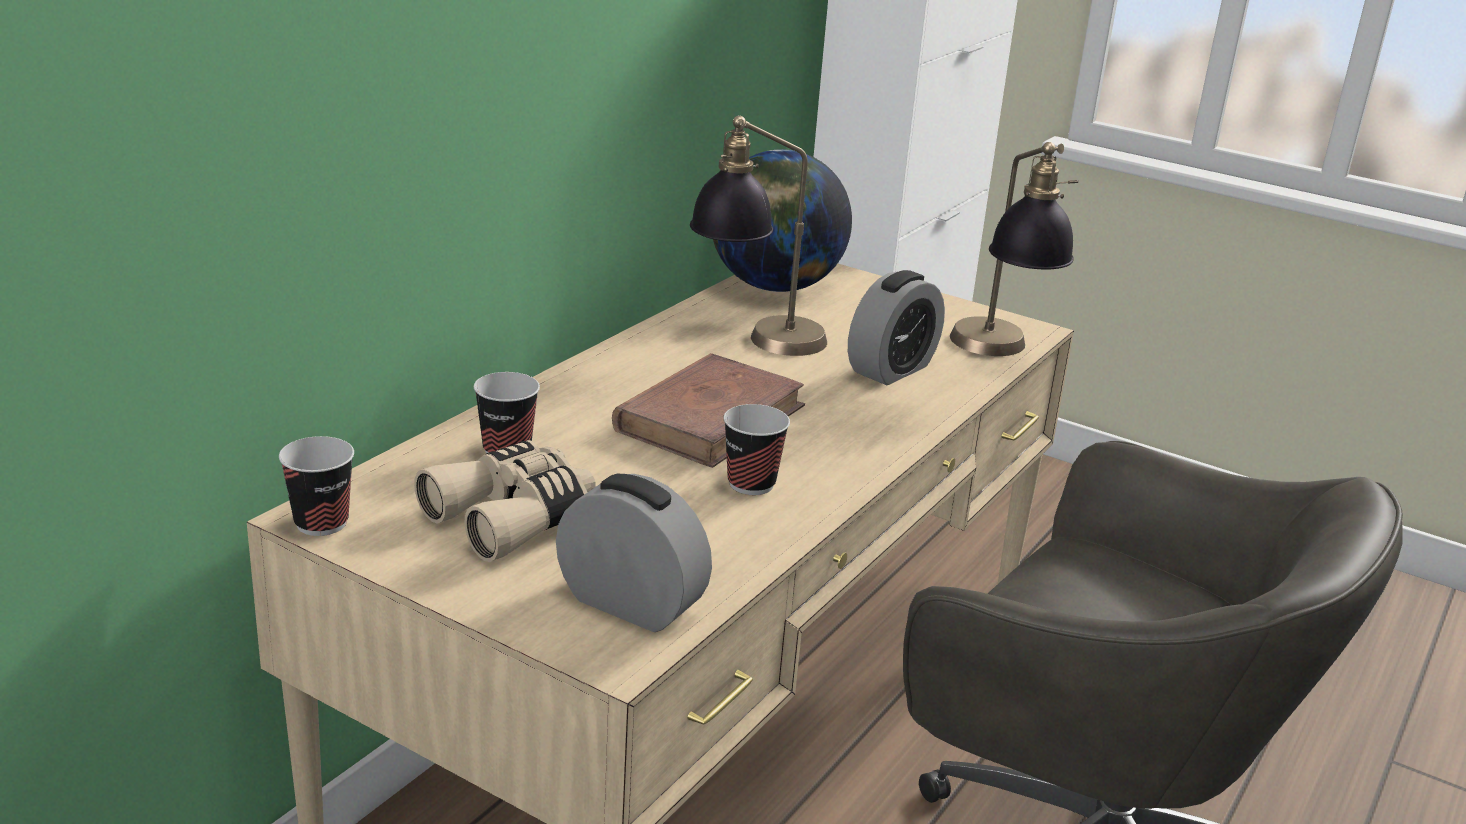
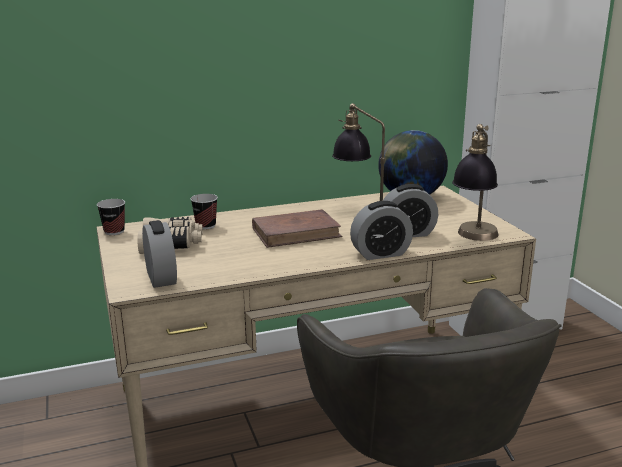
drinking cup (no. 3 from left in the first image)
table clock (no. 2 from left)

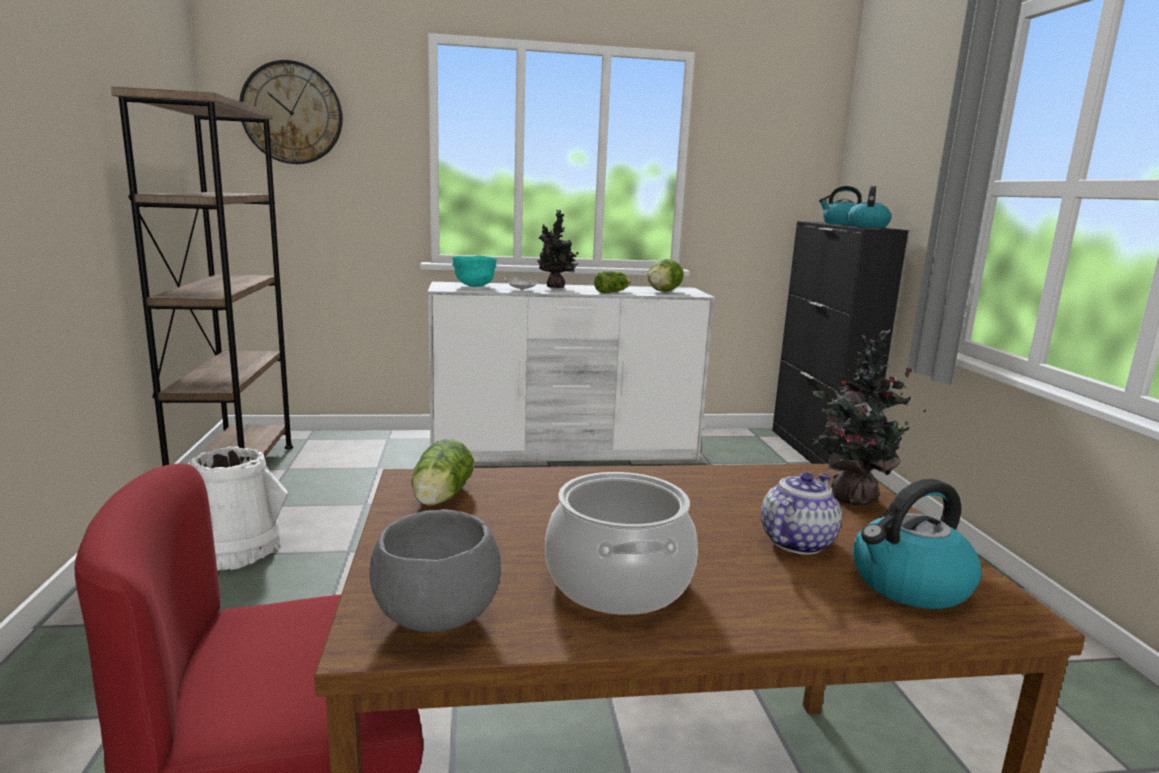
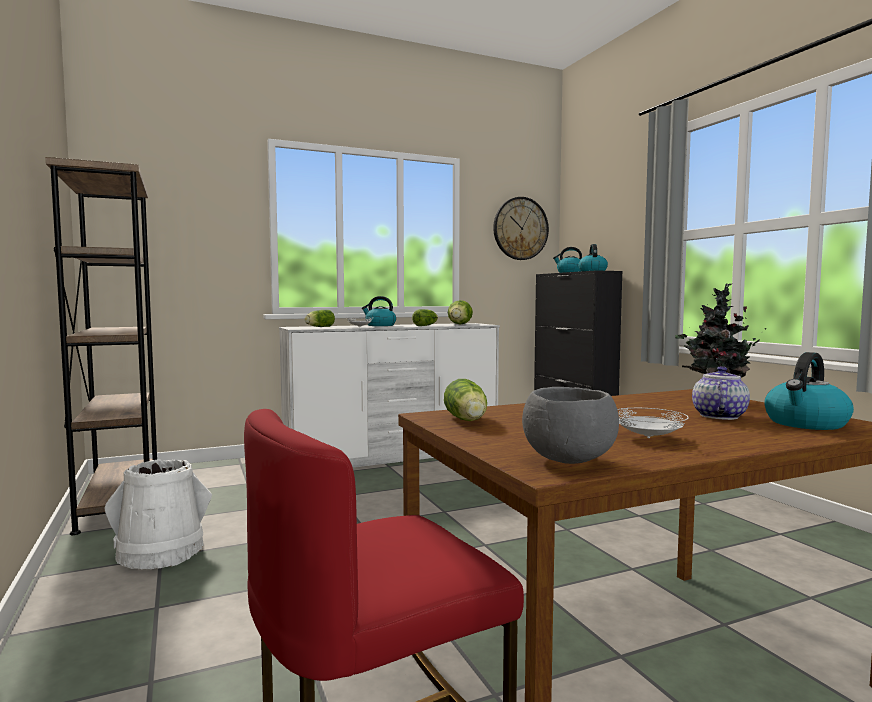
wall clock
lettuce head (no. 1 from left)
tea kettle (no. 1 from left)
white plate (no. 2 from left)

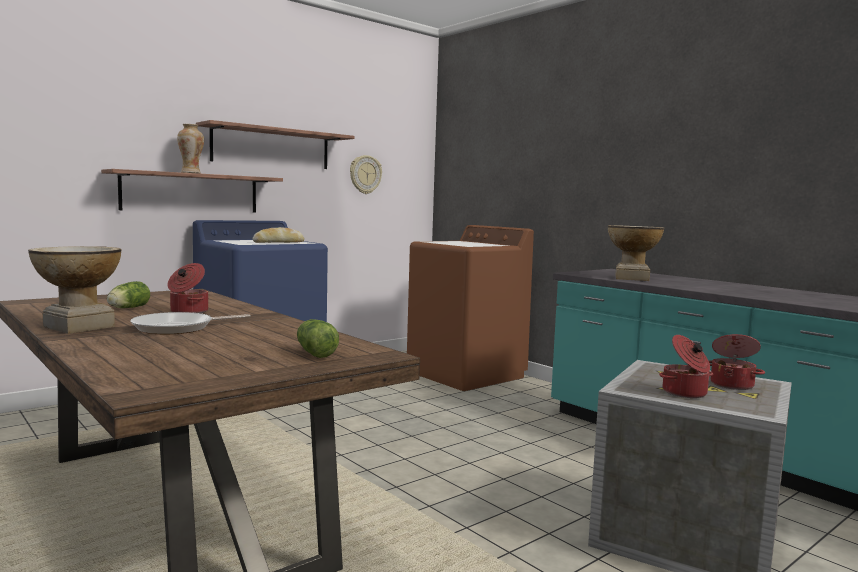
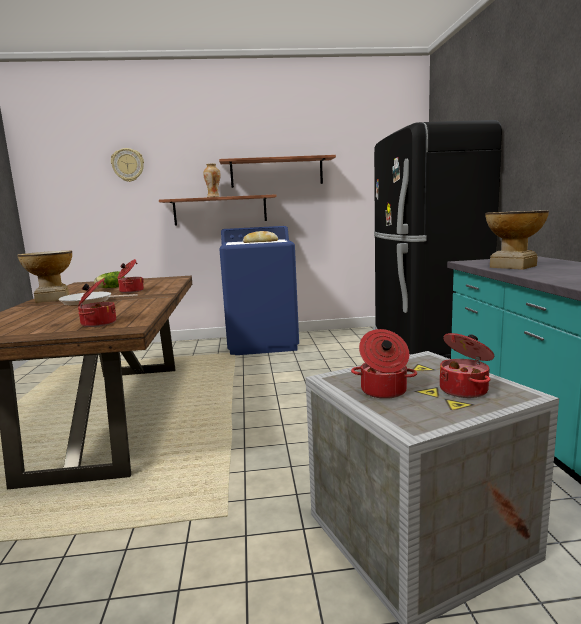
saucepot (no. 1 from left)
wall clock
black-coloured fridge

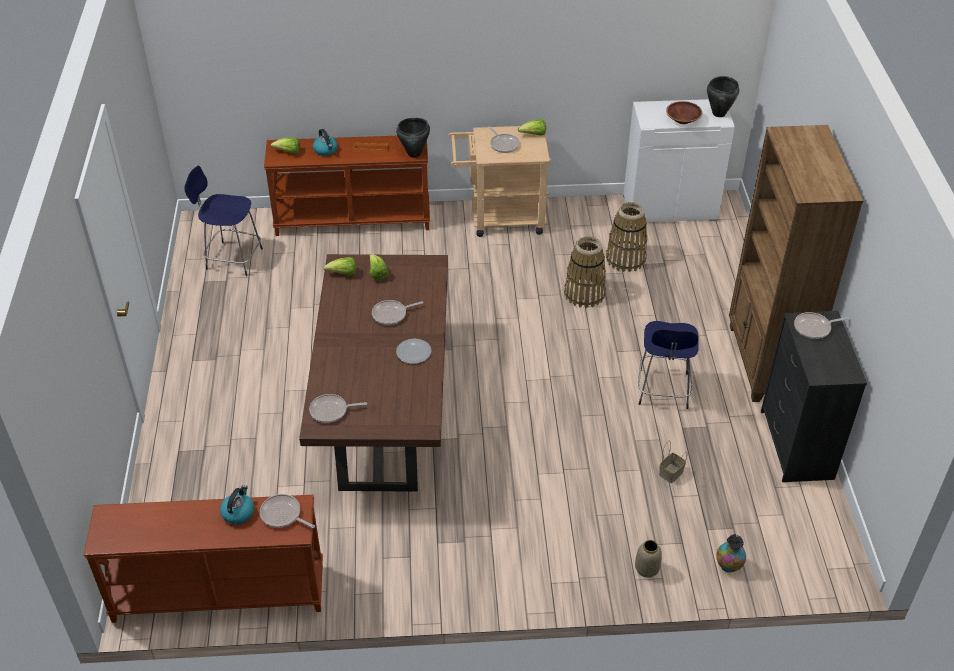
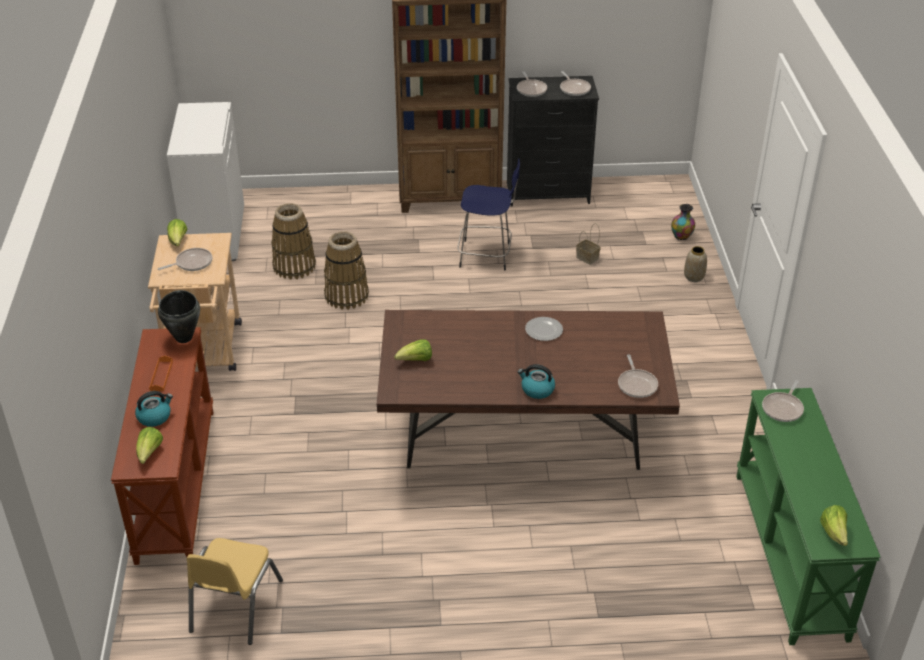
green console table
yellow plain chair
tea kettle (no. 2 from left)
lettuce head (no. 4 from left)
frying pan (no. 3 from left)
brownish serving bowl
black-coloured saucepot (no. 2 from left in the first image)

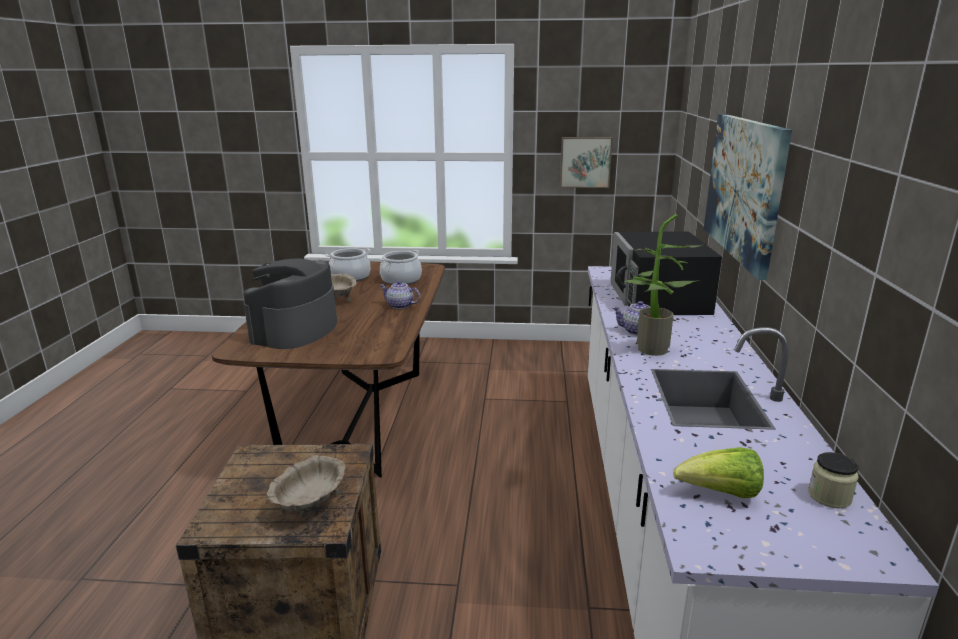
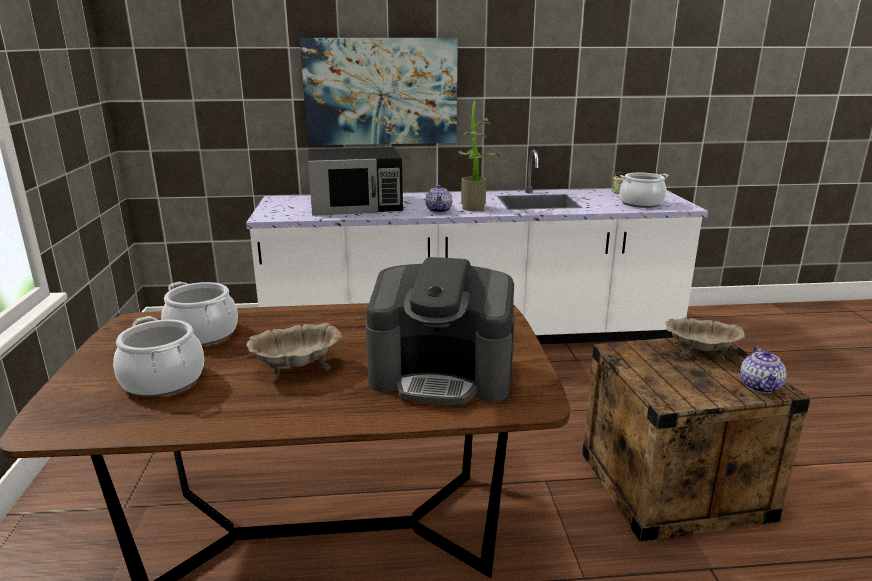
tea pot (no. 2 from left)
wall picture (no. 1 from left in the first image)
saucepot (no. 3 from left)

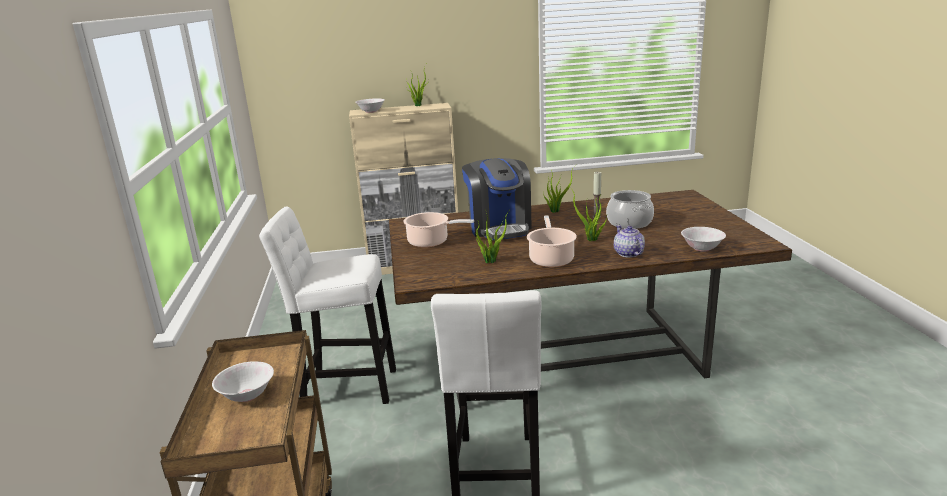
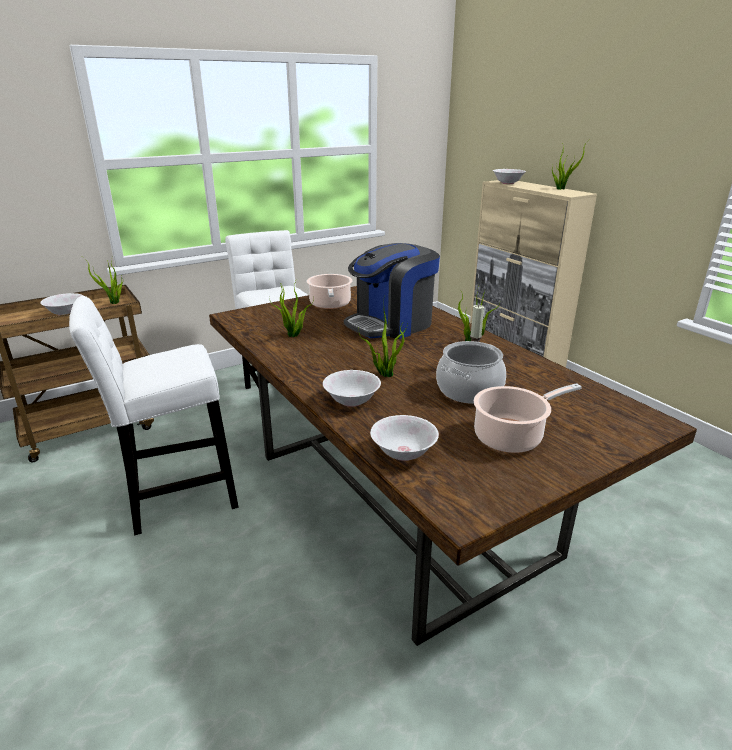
saucepot (no. 3 from left)
white serving bowl (no. 2 from left)
potted plant (no. 1 from left)

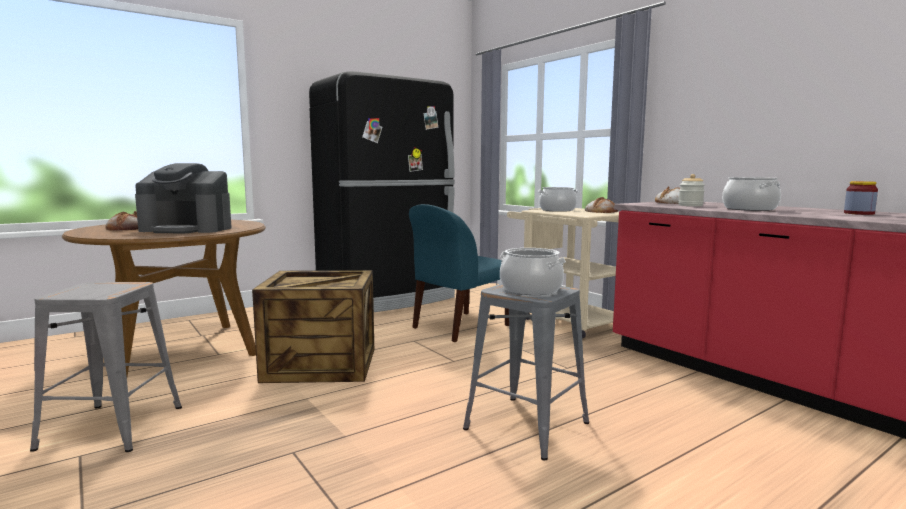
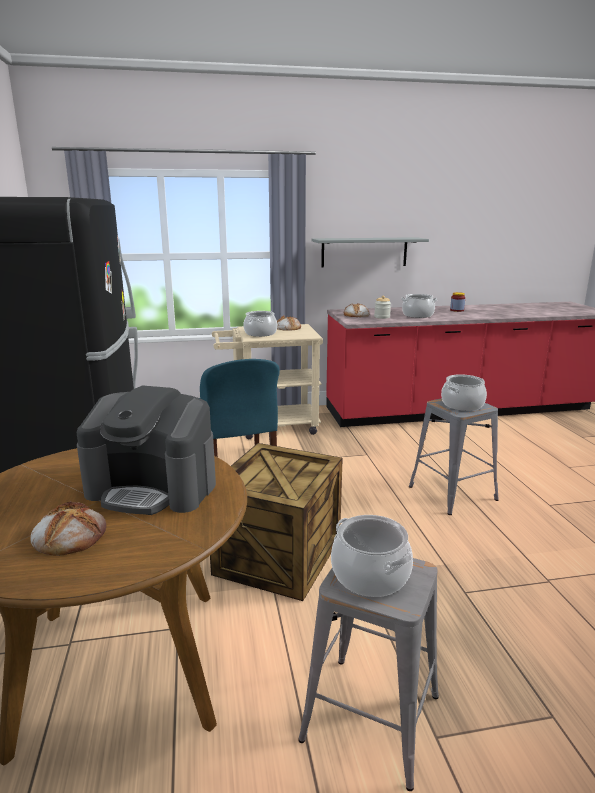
coffee machine
grey shelf
saucepot (no. 2 from left)

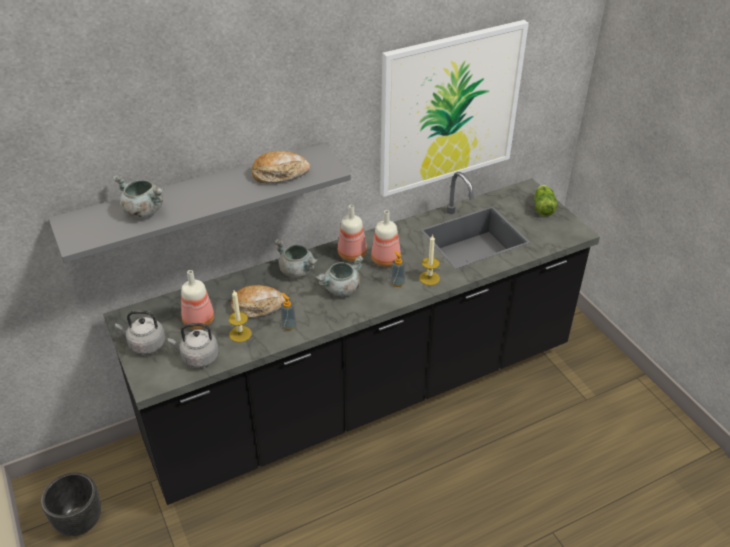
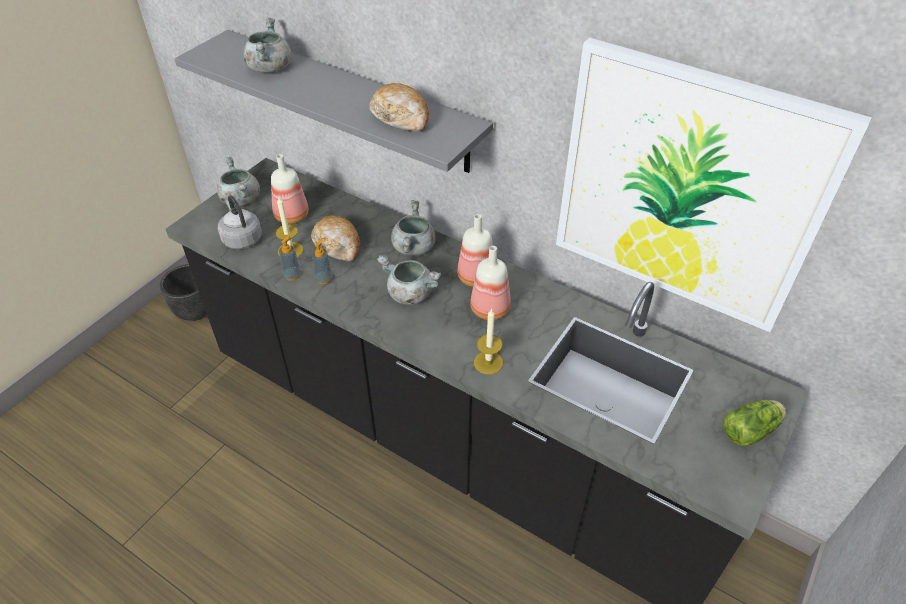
grey saucepot (no. 1 from left)
soap bottle (no. 1 from left)

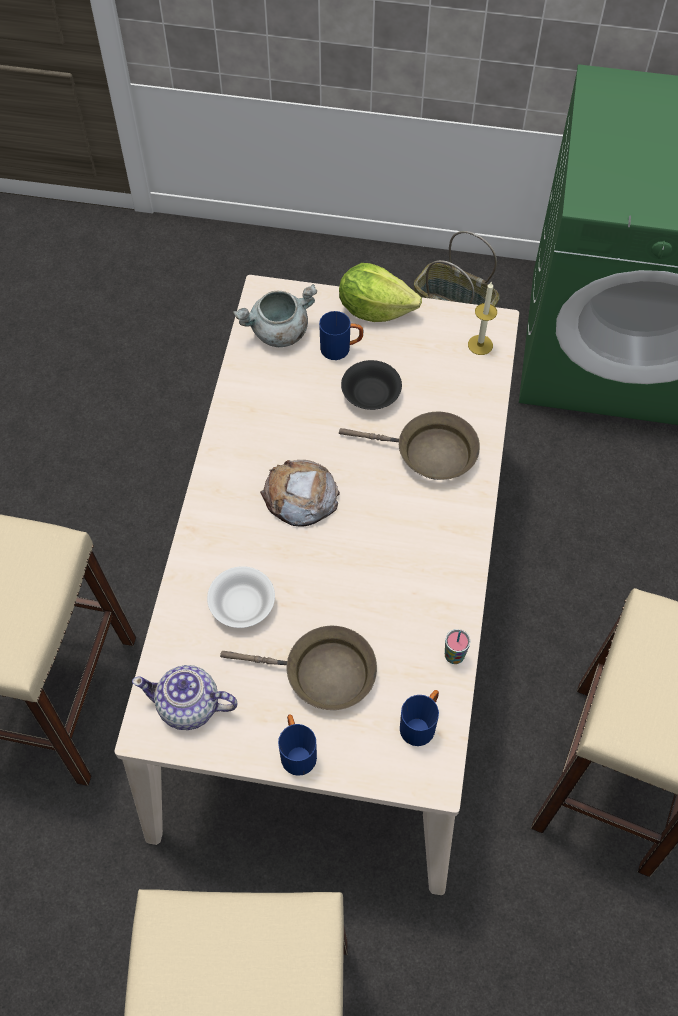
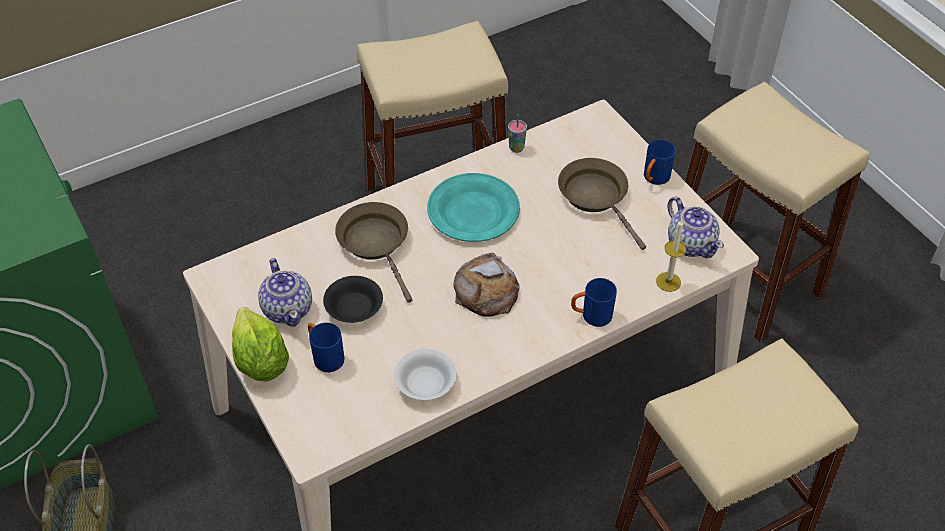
white serving bowl
grey saucepot
blue-coloured coffee mug (no. 2 from left)
wax candle
tea pot (no. 1 from left)
blue-green plate

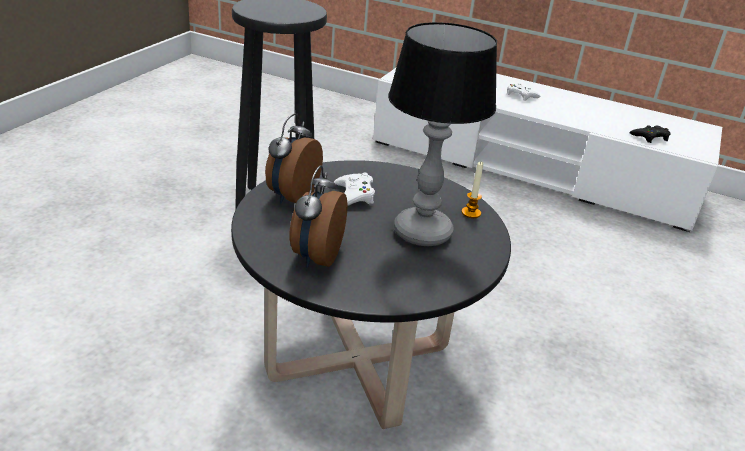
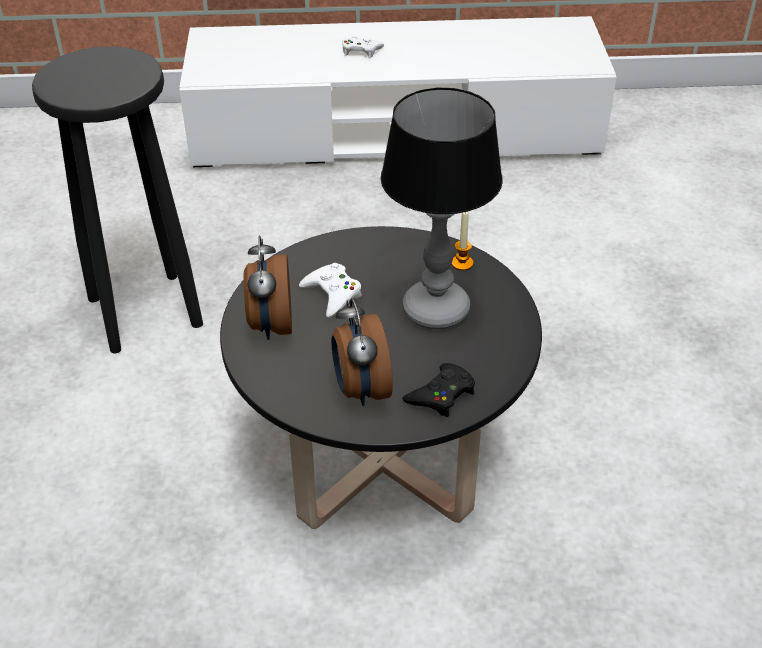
black-coloured joypad

